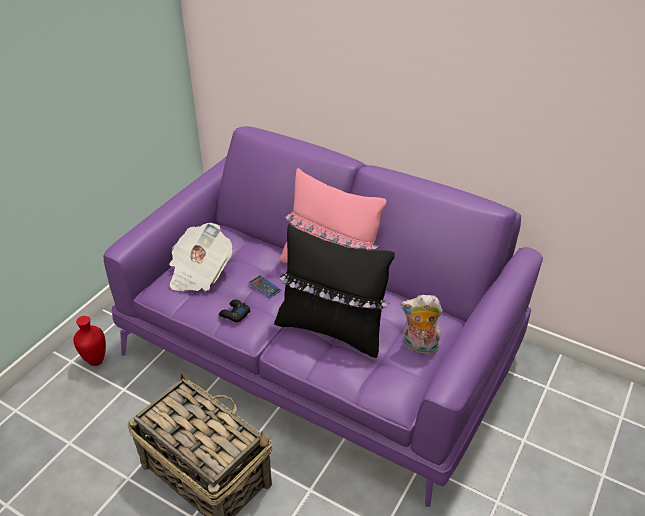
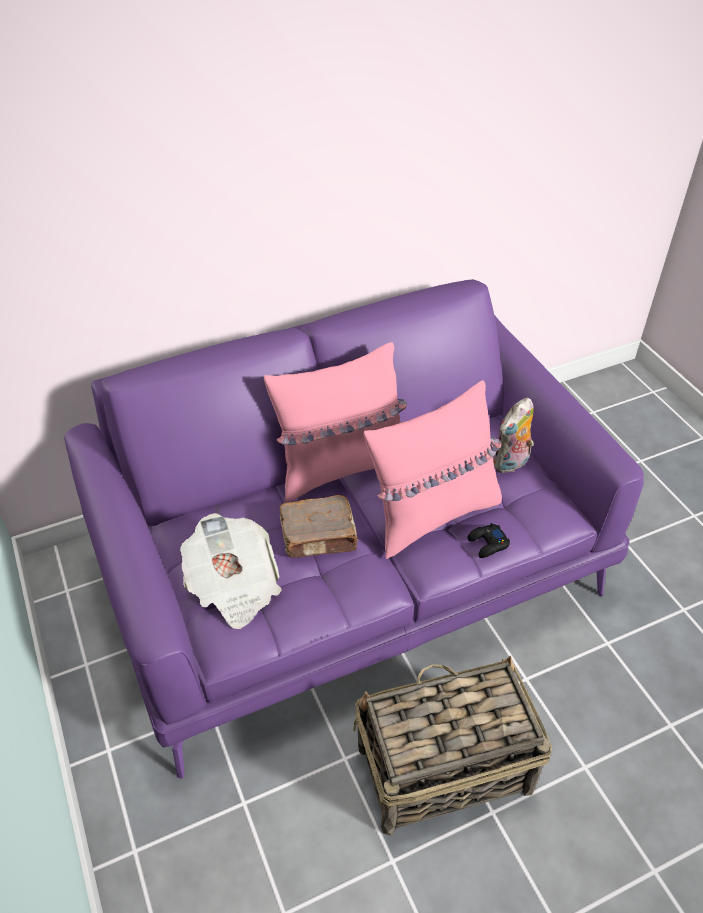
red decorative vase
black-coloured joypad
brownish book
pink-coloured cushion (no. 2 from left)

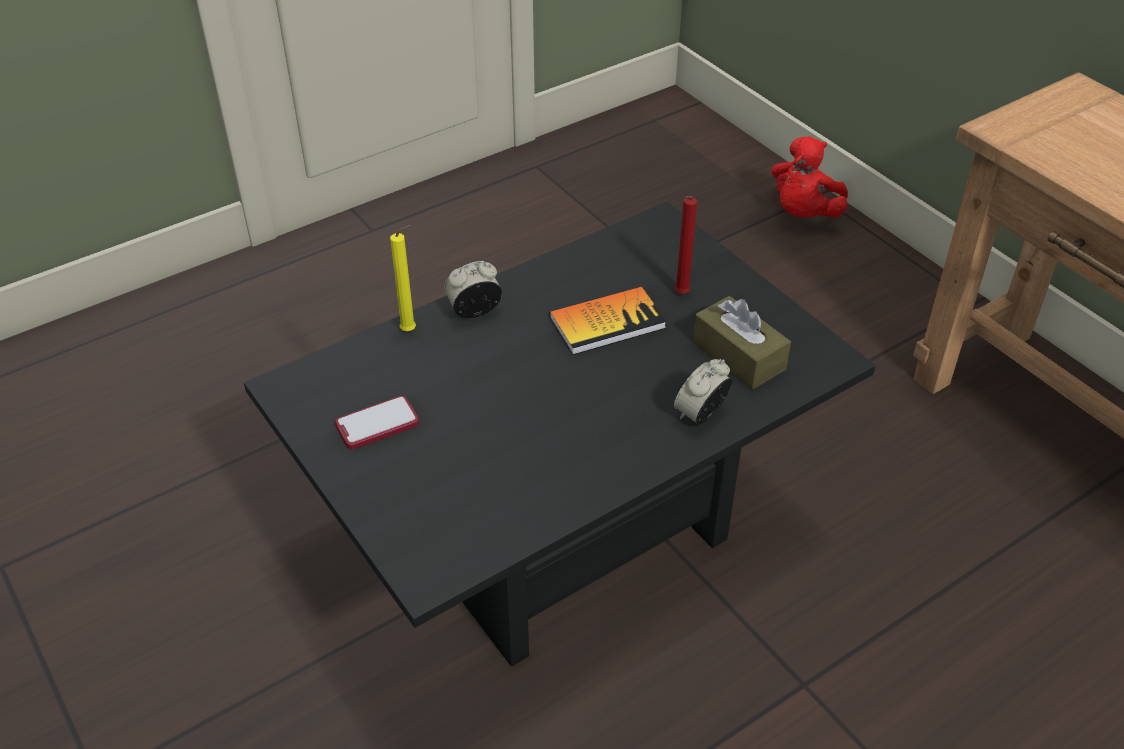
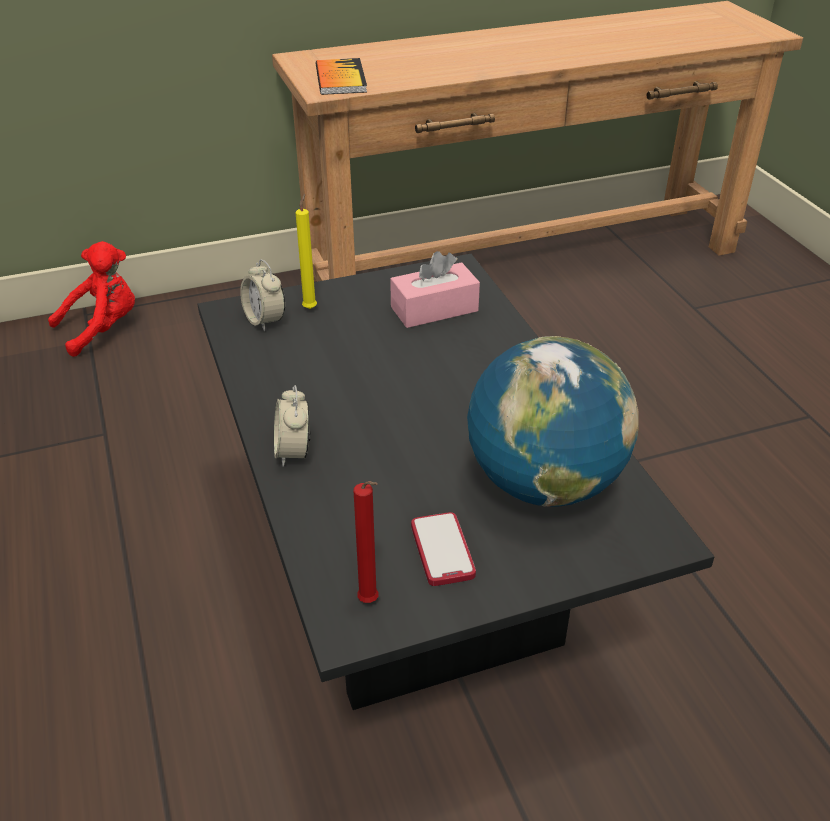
yellow wax candle
book
table clock (no. 1 from left)
red wax candle
pink-coloured box of tissues
red cuddly toy
globe

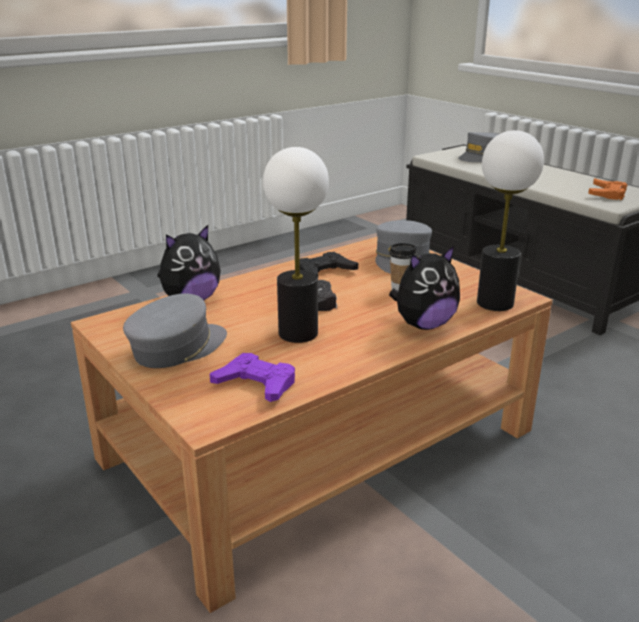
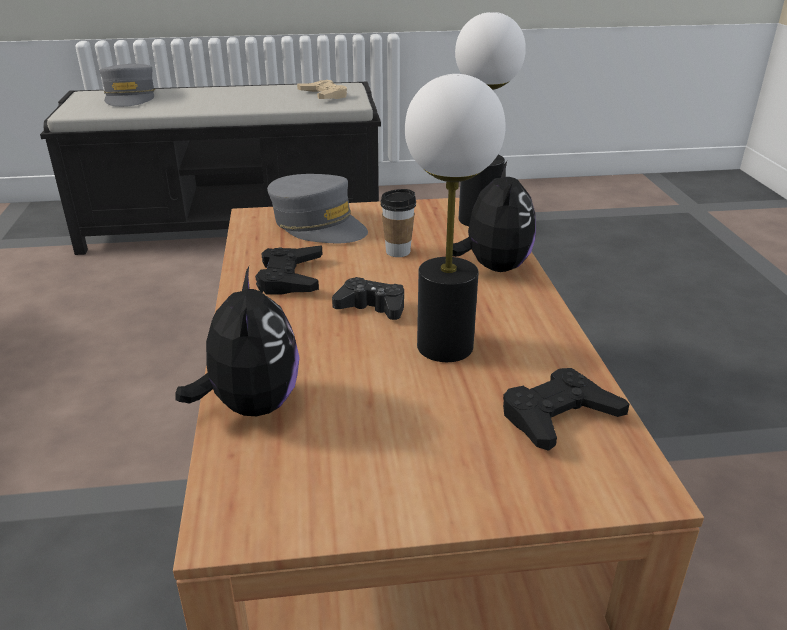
grey baseball cap (no. 1 from left in the first image)
black-coloured joypad (no. 3 from left)
beige joypad

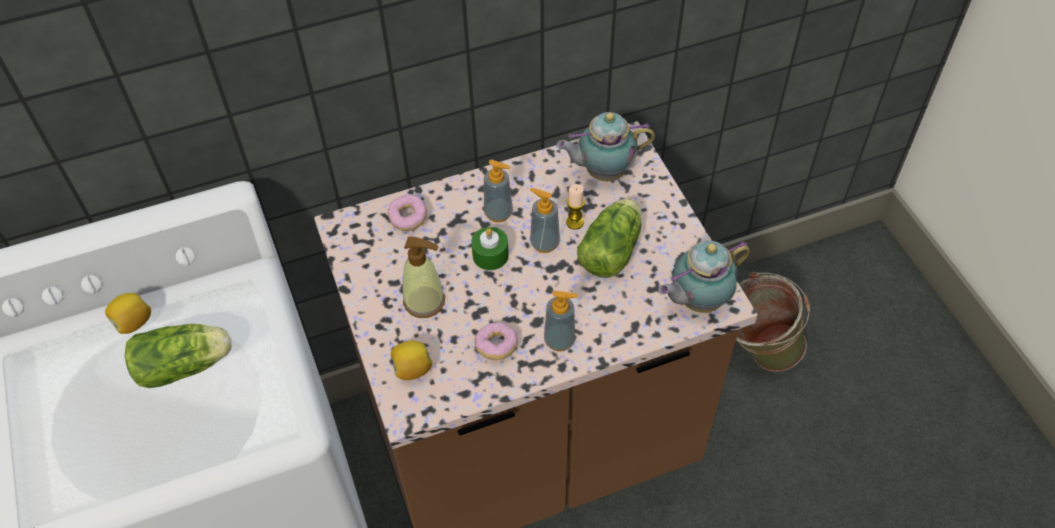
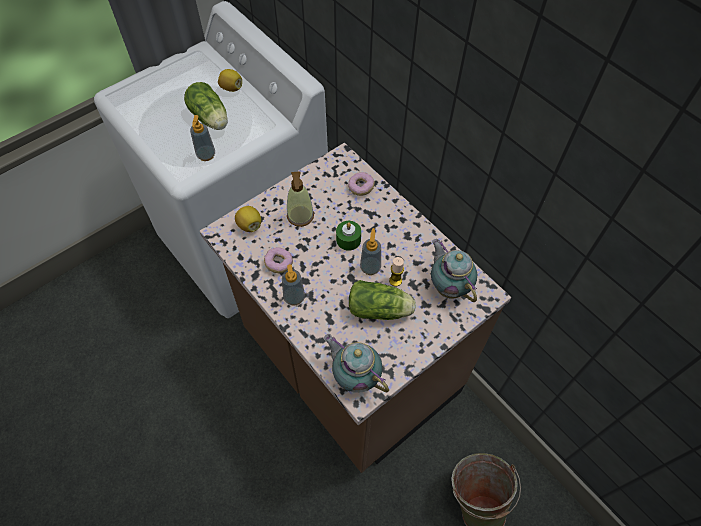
soap bottle (no. 1 from left)

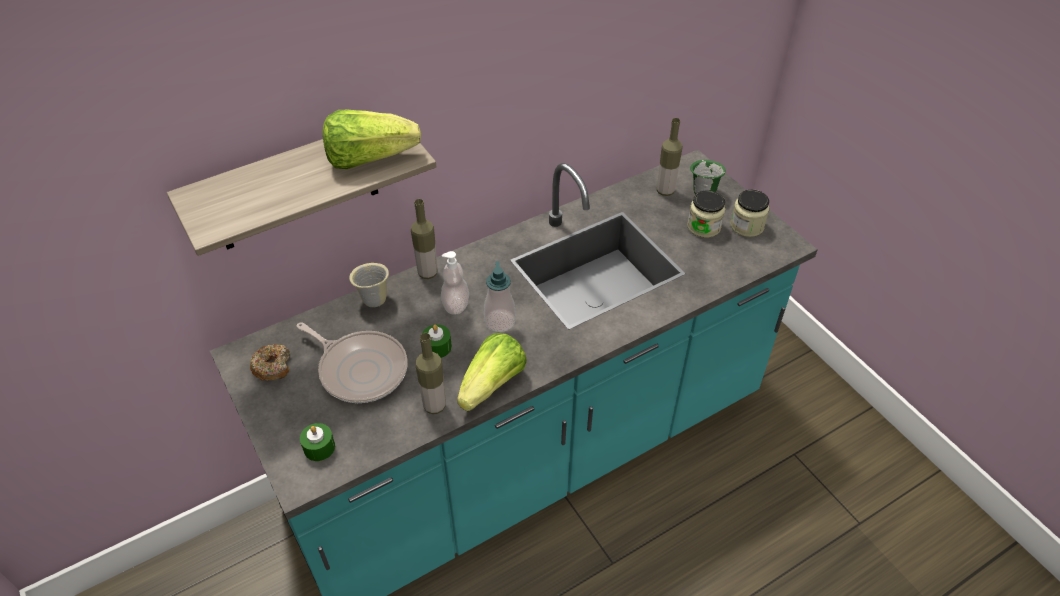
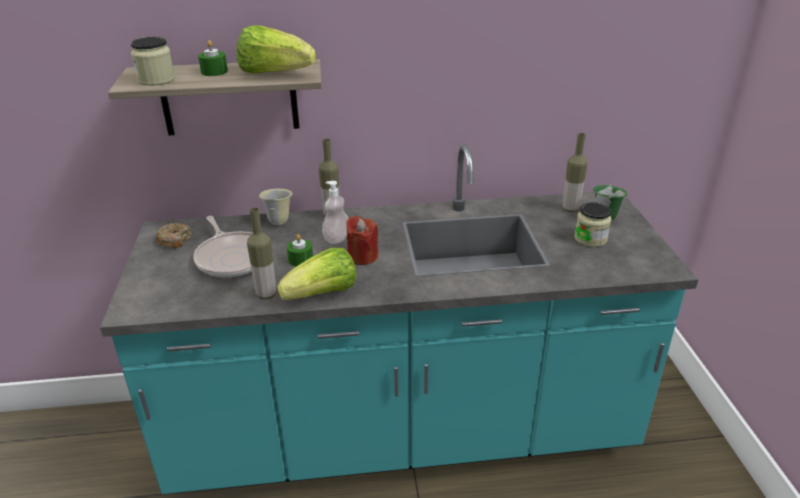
green wax candle (no. 1 from left)
red wax candle
jar (no. 1 from left)

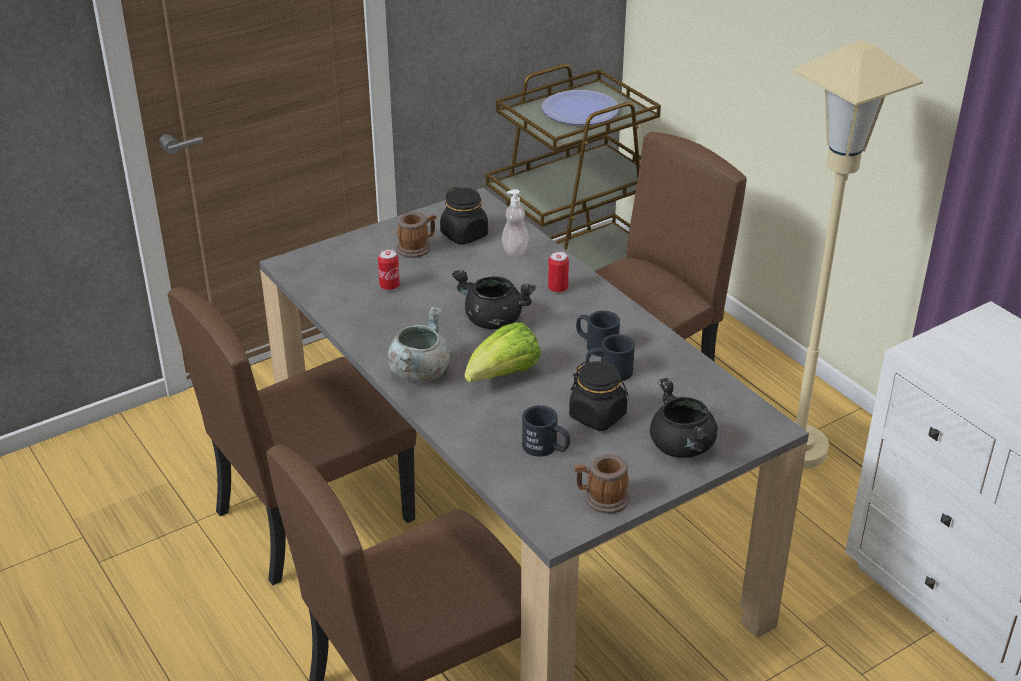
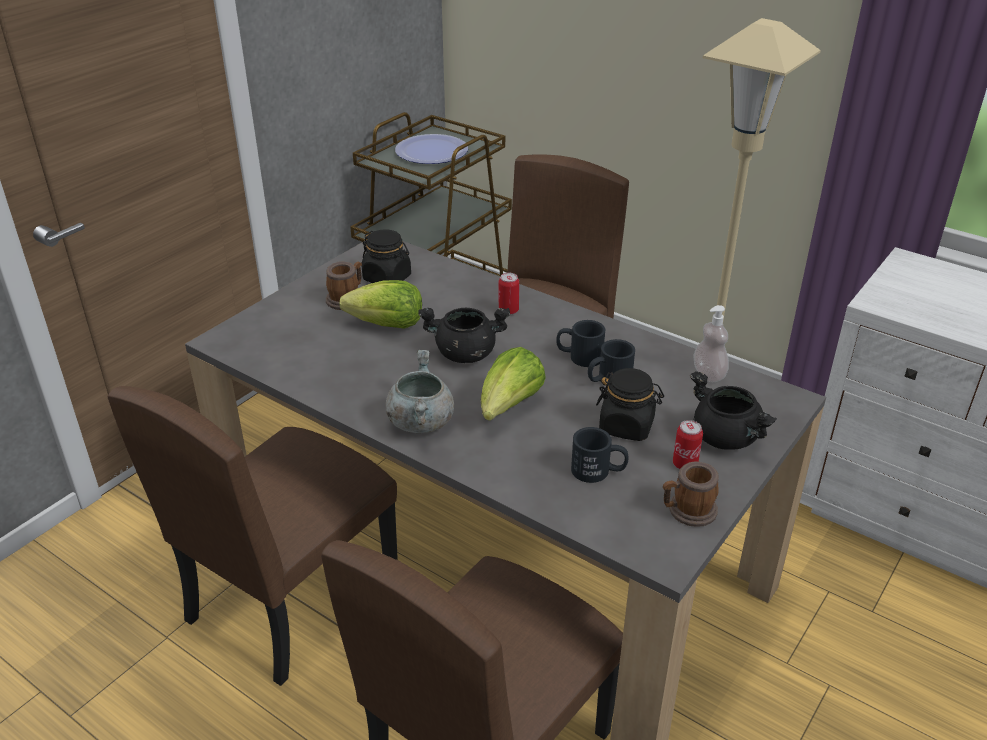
metal can (no. 2 from left)
soap bottle
lettuce head (no. 1 from left)

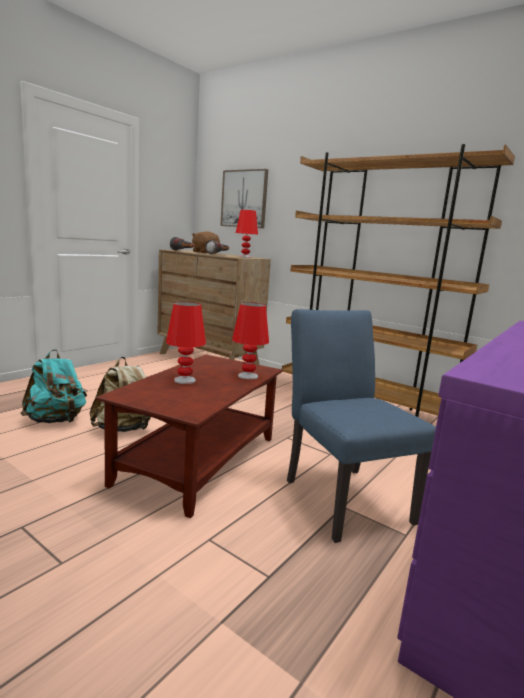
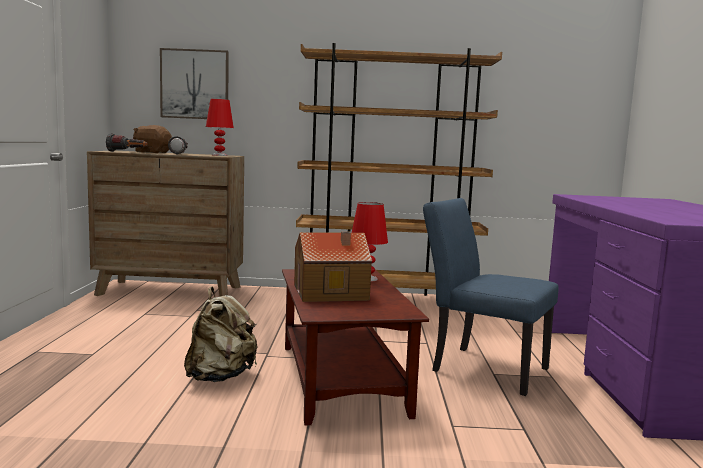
blue-green rucksack
miniature house

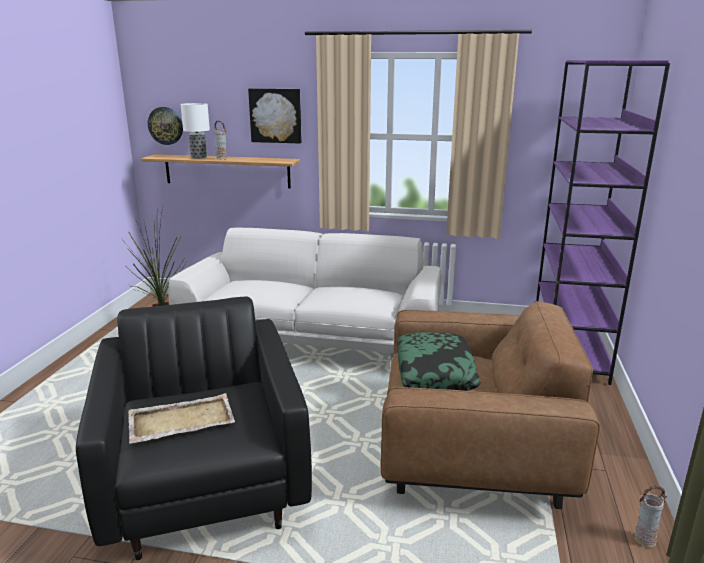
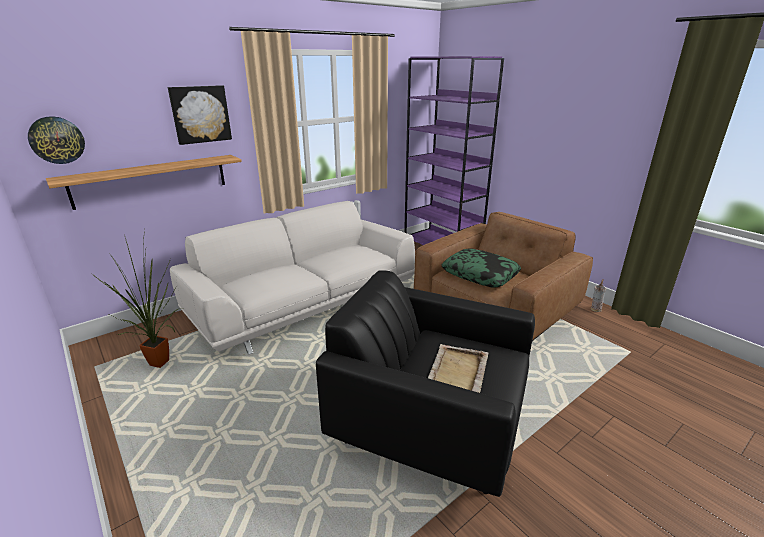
tabletop lamp
decorative vase (no. 1 from left in the first image)

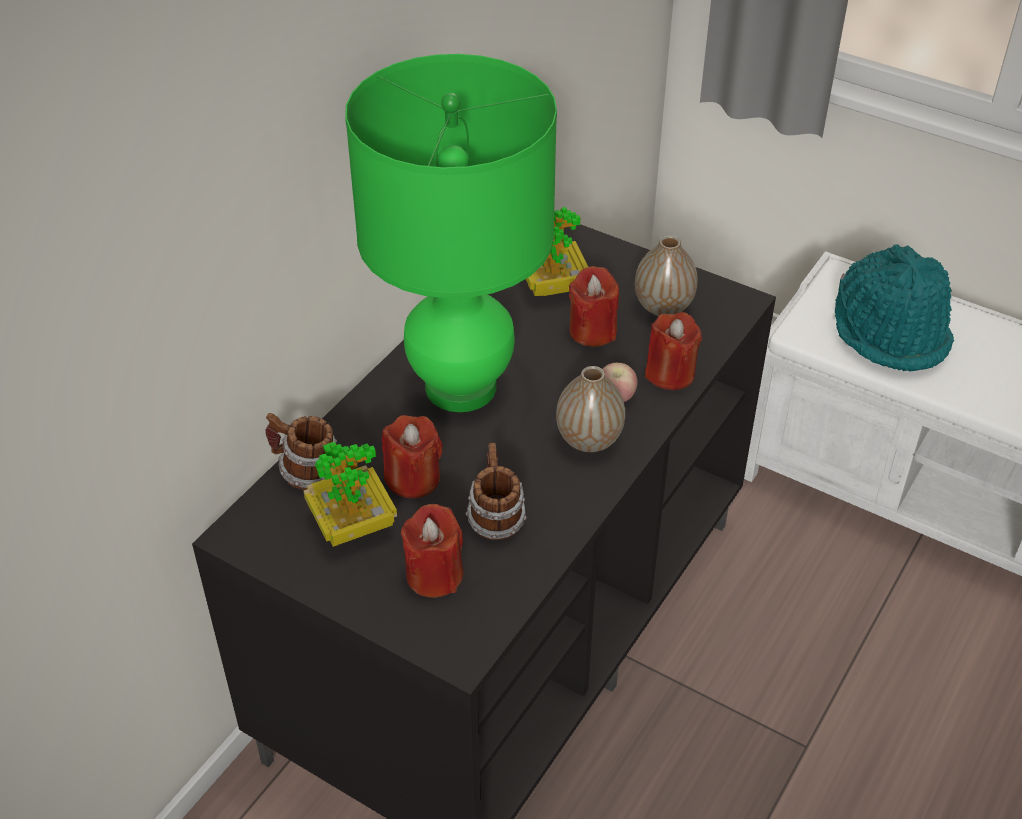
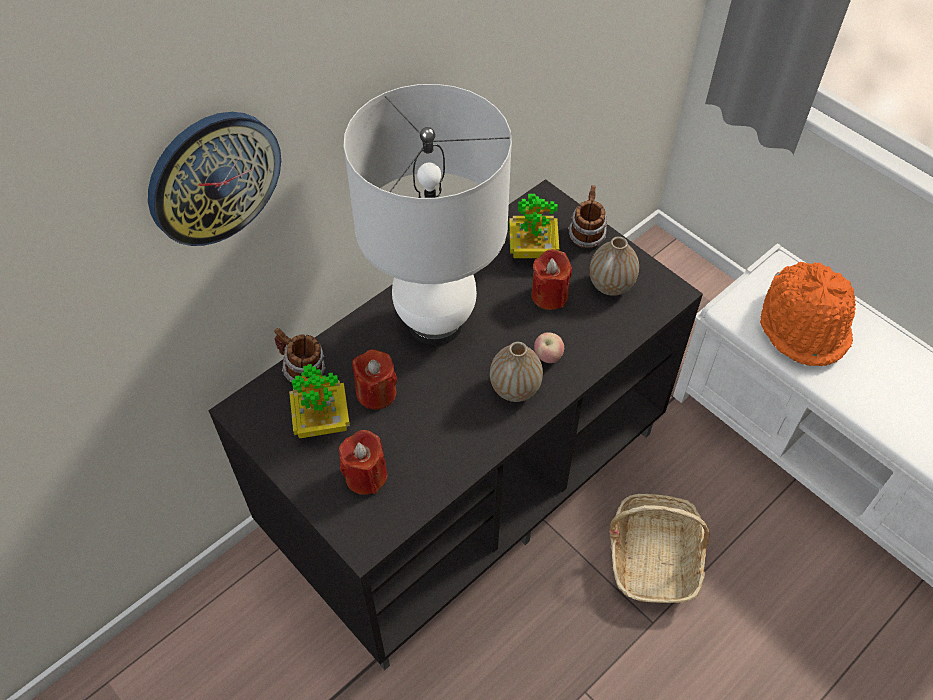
white tabletop lamp
coffee mug (no. 2 from left)
red wax candle (no. 4 from left in the first image)
orange-coloured clothing hat
wall clock
household basket

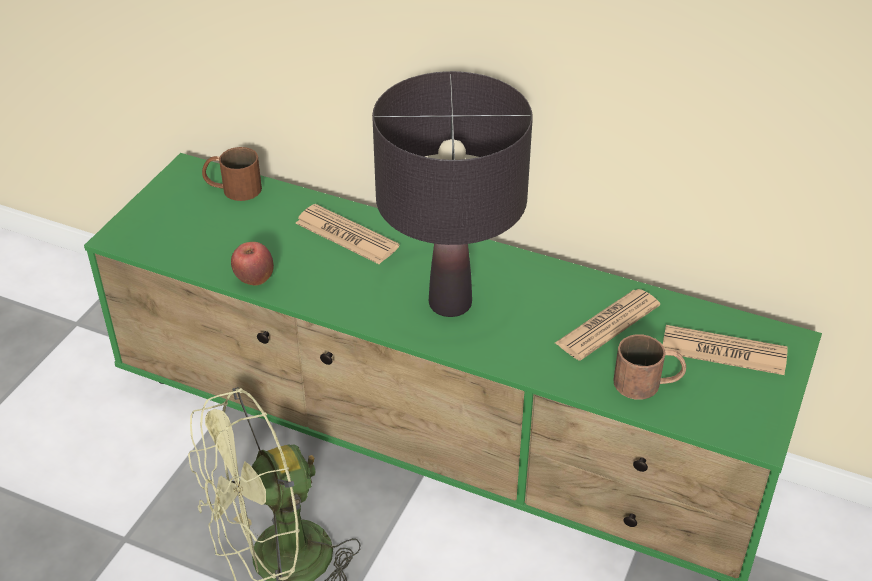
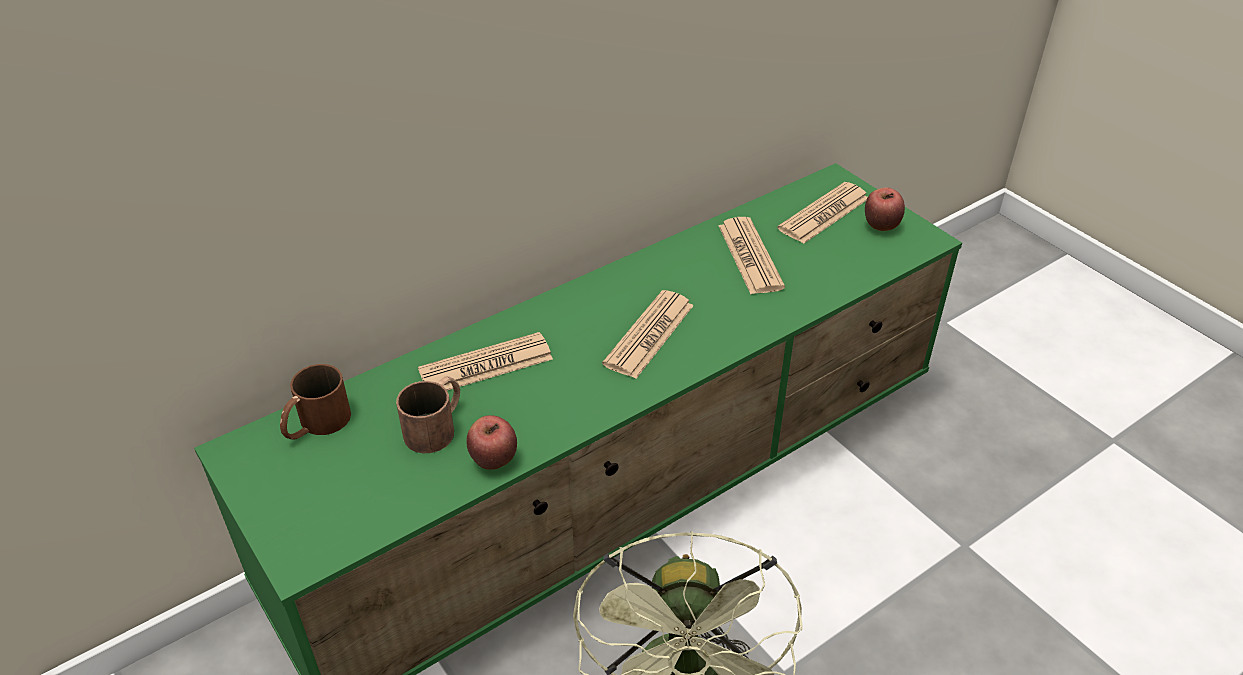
daily paper (no. 2 from left)
brownish coffee mug (no. 2 from left)
whole apple (no. 2 from left)

